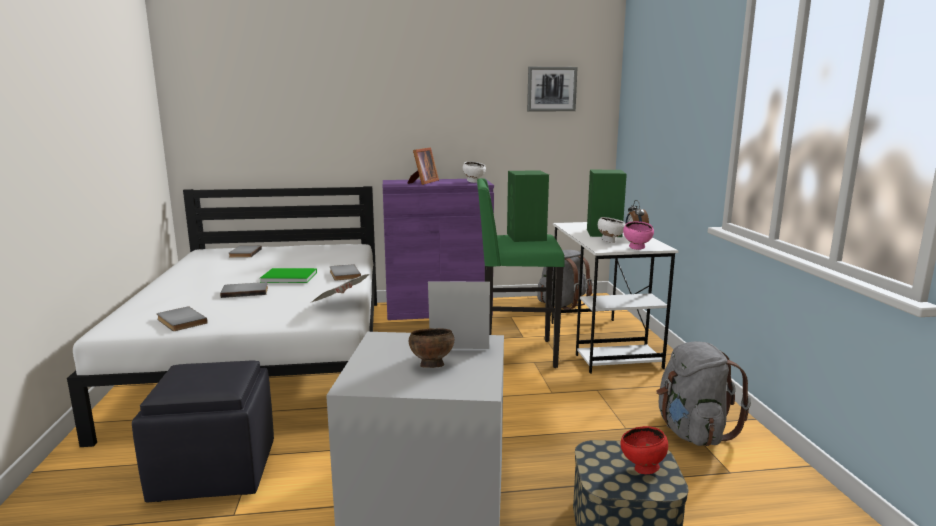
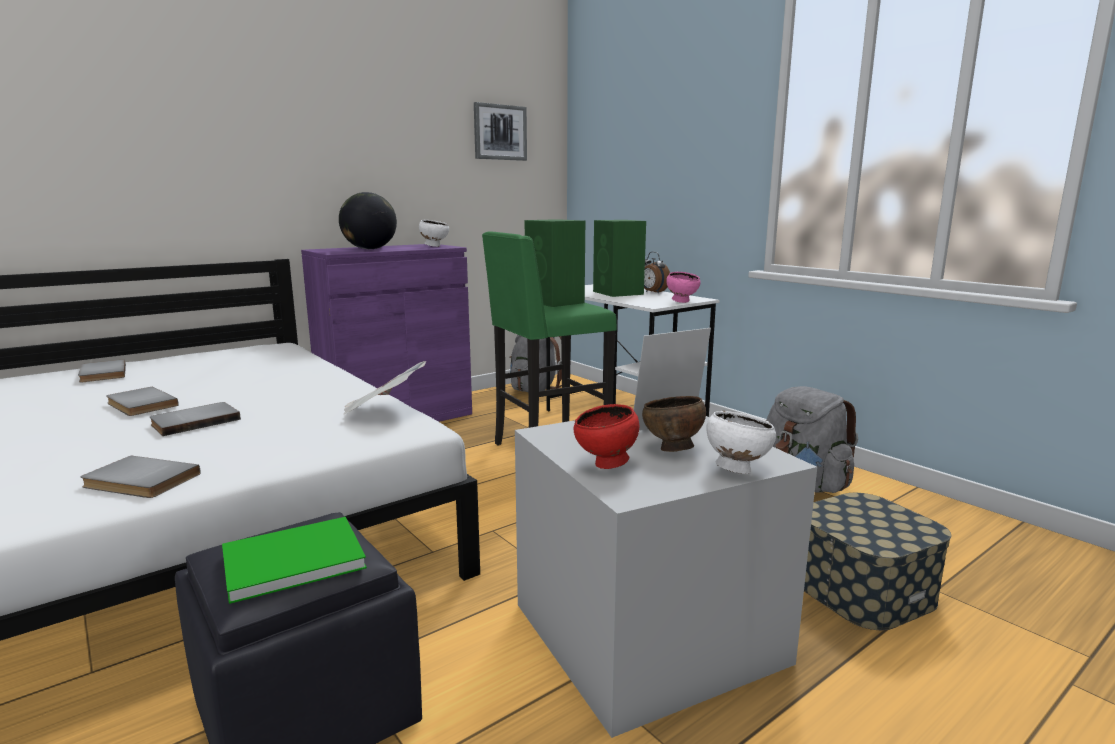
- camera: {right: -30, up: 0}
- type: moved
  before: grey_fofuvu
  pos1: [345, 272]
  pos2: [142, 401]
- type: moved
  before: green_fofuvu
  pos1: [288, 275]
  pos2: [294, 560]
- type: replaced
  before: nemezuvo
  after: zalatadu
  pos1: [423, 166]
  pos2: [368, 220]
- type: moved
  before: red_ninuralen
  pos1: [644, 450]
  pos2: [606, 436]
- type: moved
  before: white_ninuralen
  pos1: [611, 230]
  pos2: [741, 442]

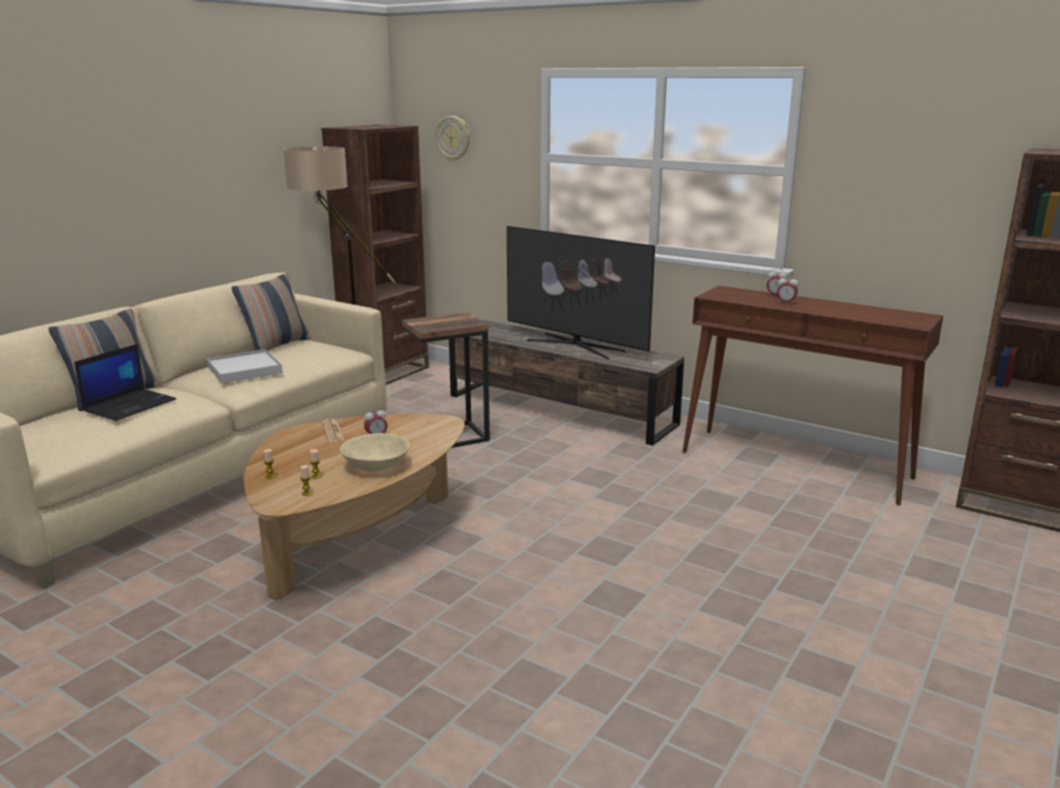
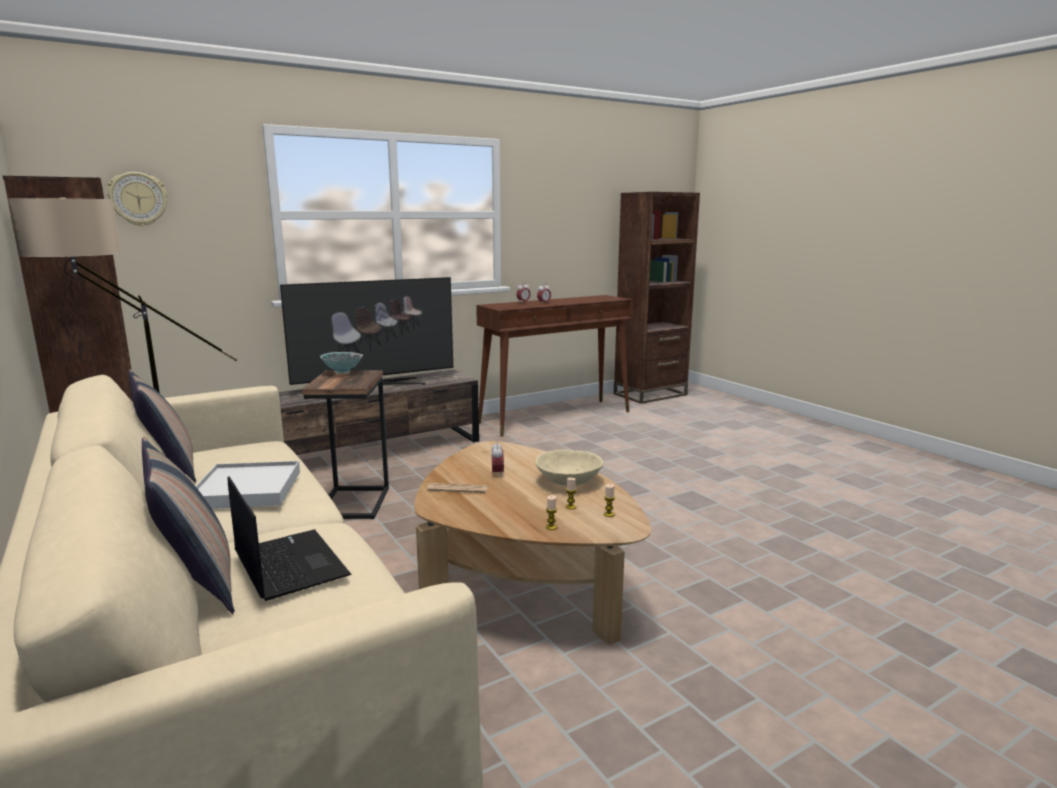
- camera: {right: -65, up: -5}
- type: added
  after: ninuralen
  pos2: [341, 363]

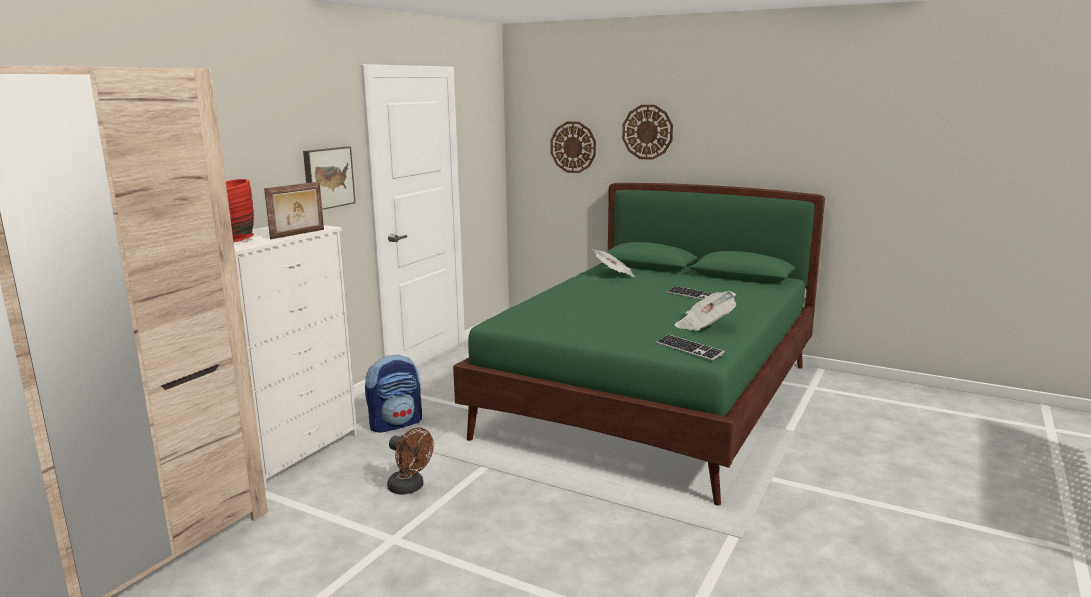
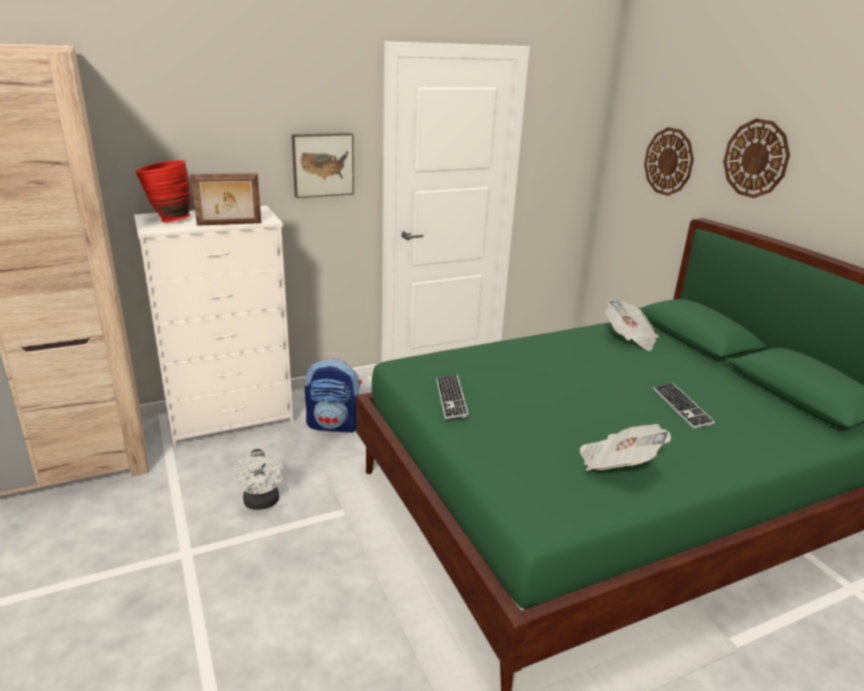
- camera: {right: 35, up: 10}
- type: recoloured
  before: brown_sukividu
  after: white_sukividu
  pos1: [410, 461]
  pos2: [259, 479]
- type: moved
  before: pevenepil
  pos1: [690, 347]
  pos2: [452, 397]

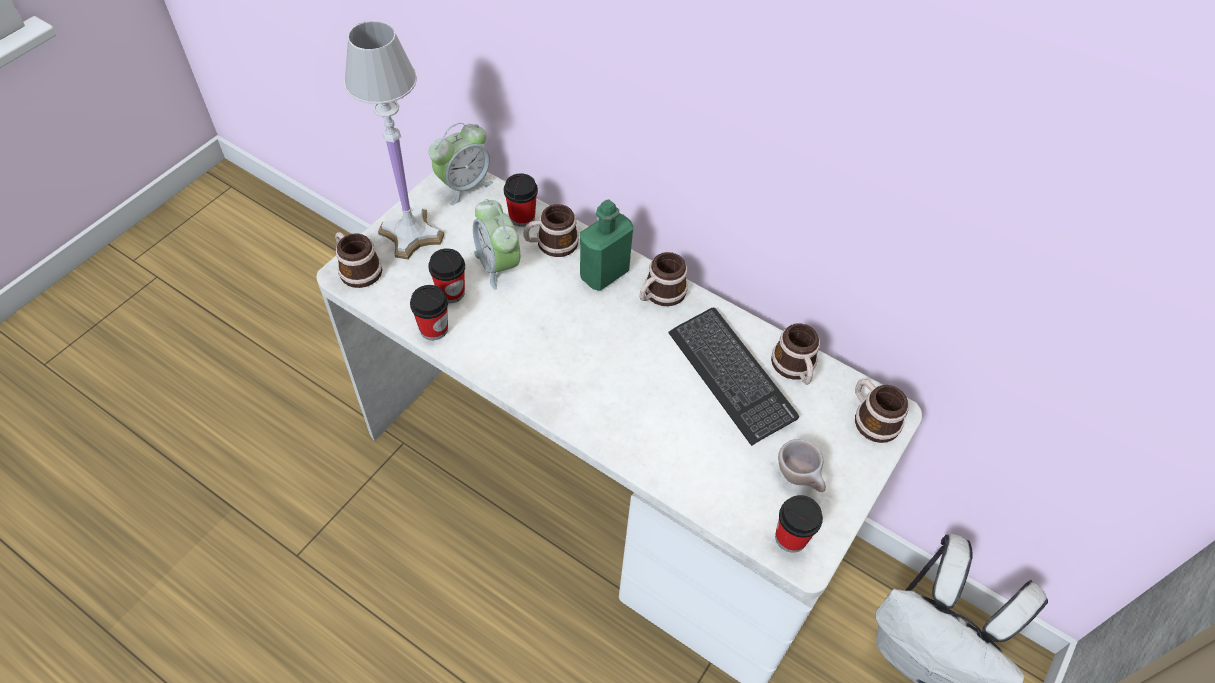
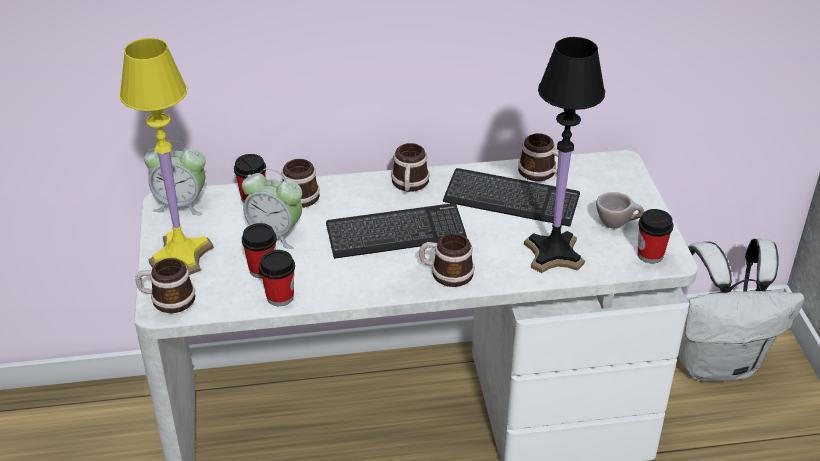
- camera: {right: -40, up: -15}
- type: recoloured
  before: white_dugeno
  after: yellow_dugeno
  pos1: [394, 140]
  pos2: [166, 156]
- type: turned
  before: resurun
  pos1: [461, 164]
  pos2: [174, 177]
  turn: 90
- type: added
  after: pevenepil
  pos2: [396, 231]
- type: moved
  before: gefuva
  pos1: [882, 411]
  pos2: [446, 260]
- type: added
  after: black_dugeno
  pos2: [564, 155]
- type: removed
  before: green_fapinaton
  pos1: [606, 245]

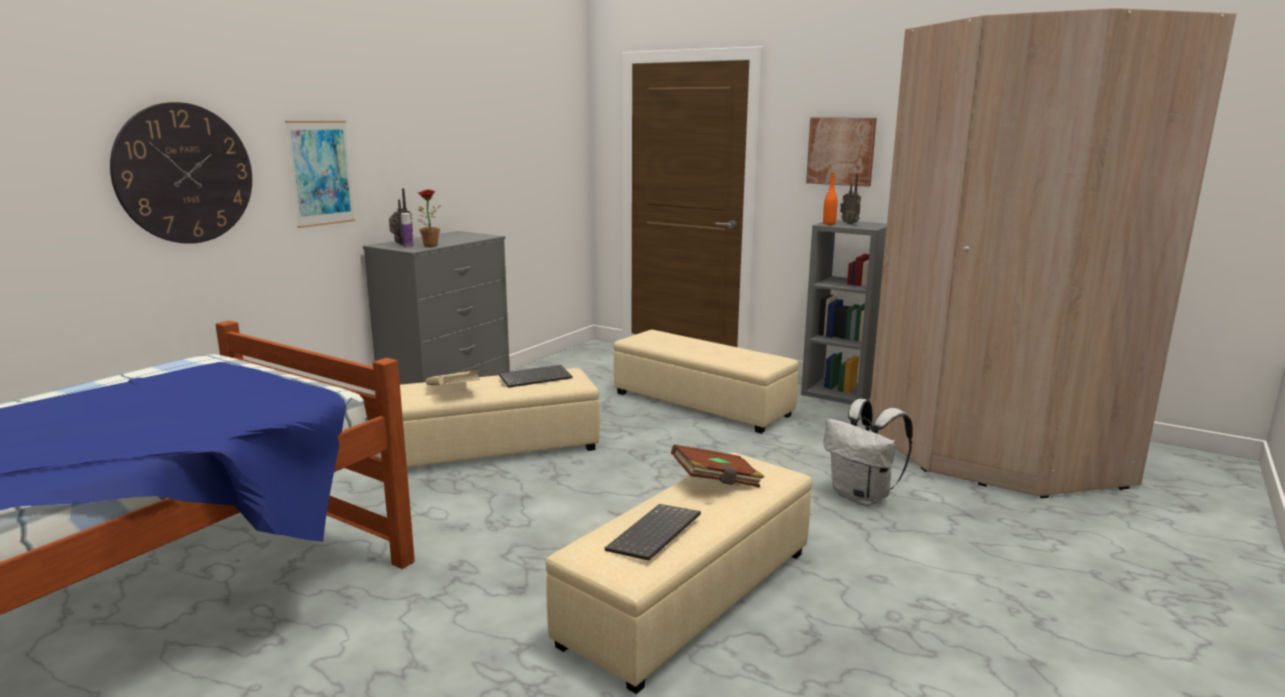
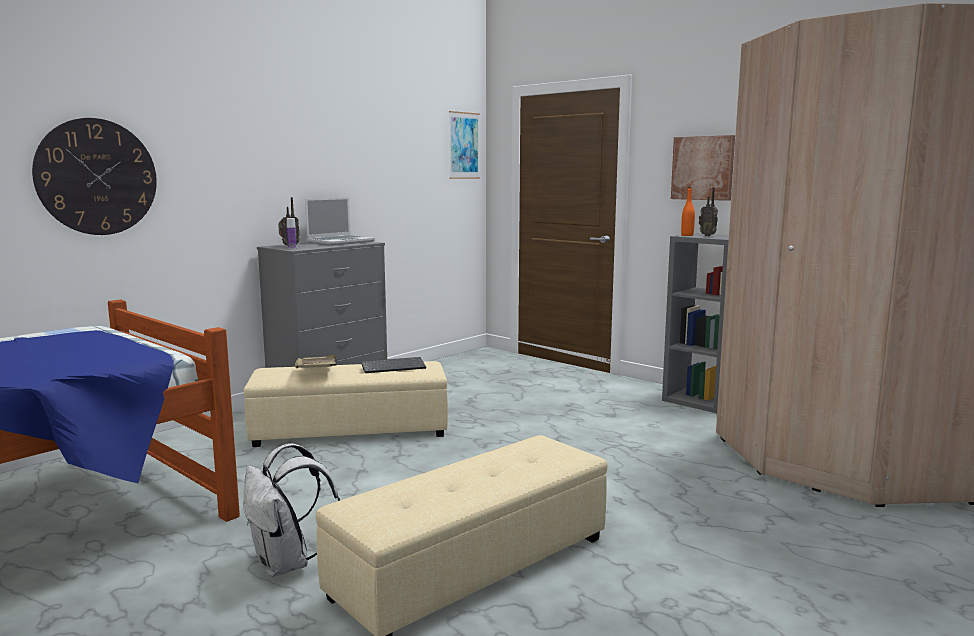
- camera: {right: 10, up: -5}
- type: moved
  before: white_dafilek
  pos1: [868, 452]
  pos2: [291, 510]
- type: added
  after: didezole
  pos2: [340, 221]
- type: moved
  before: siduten
  pos1: [320, 174]
  pos2: [464, 145]
- type: removed
  before: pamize
  pos1: [429, 218]
- type: removed
  before: pevenepil
  pos1: [653, 532]
- type: removed
  before: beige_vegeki
  pos1: [706, 381]
- type: removed
  before: brown_fofuvu
  pos1: [717, 466]

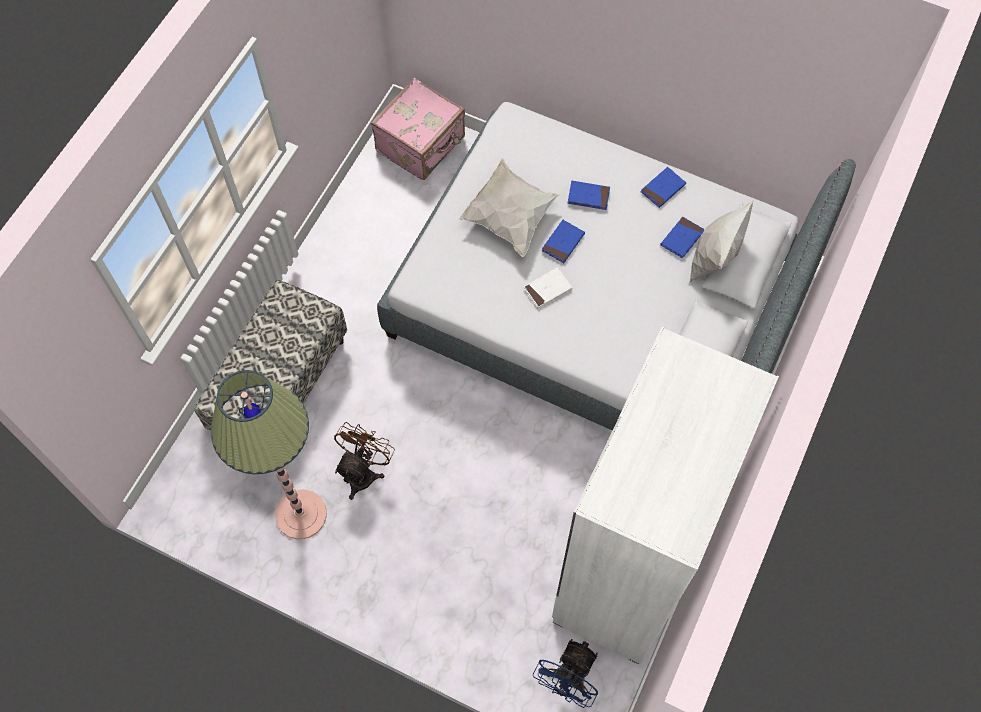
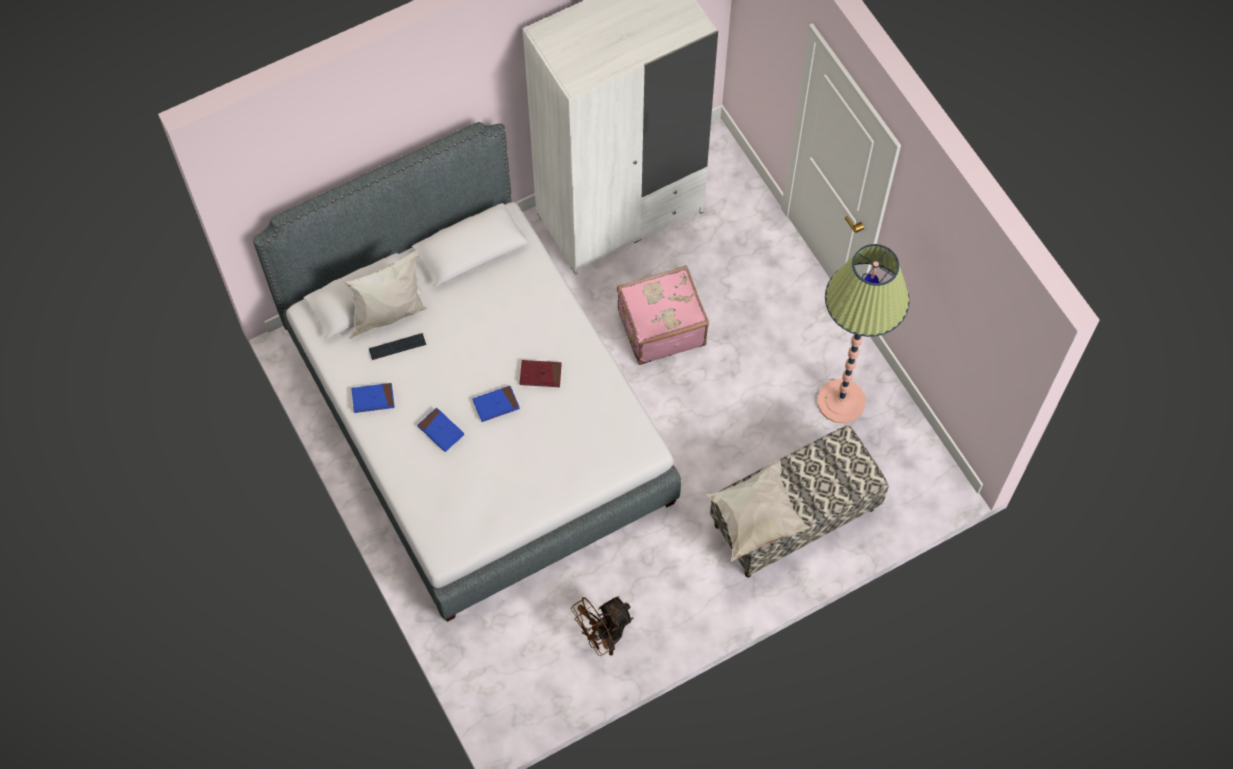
- camera: {right: -145, up: 0}
- type: replaced
  before: blue_fofuvu
  after: pevenepil
  pos1: [682, 237]
  pos2: [397, 346]
- type: recoloured
  before: white_fofuvu
  after: red_fofuvu
  pos1: [547, 288]
  pos2: [541, 373]
- type: moved
  before: brown_sukividu
  pos1: [364, 461]
  pos2: [602, 626]
- type: moved
  before: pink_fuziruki
  pos1: [418, 129]
  pos2: [663, 315]
- type: moved
  before: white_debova
  pos1: [510, 207]
  pos2: [758, 510]
- type: removed
  before: blue_sukividu
  pos1: [565, 673]

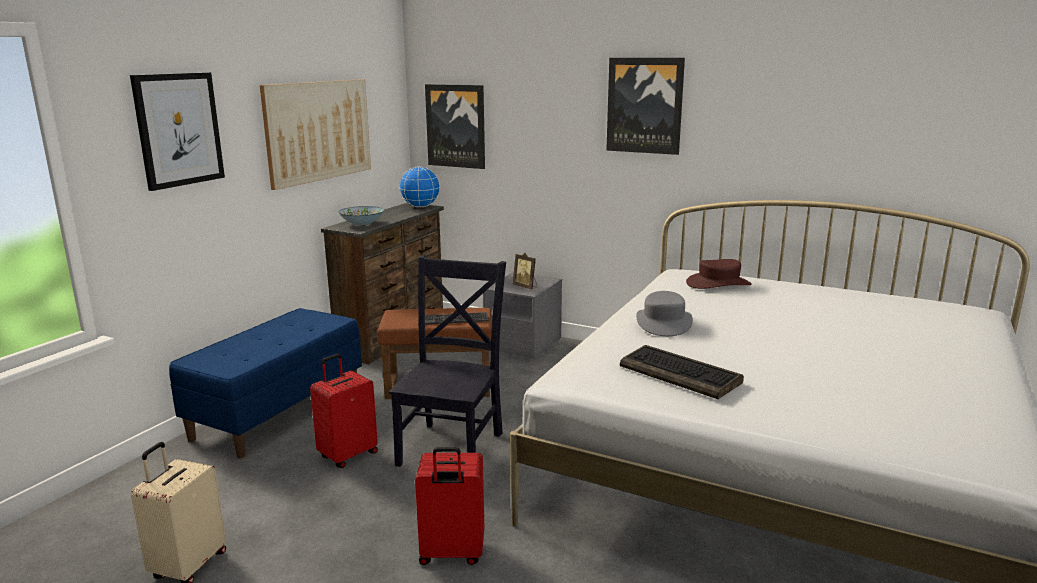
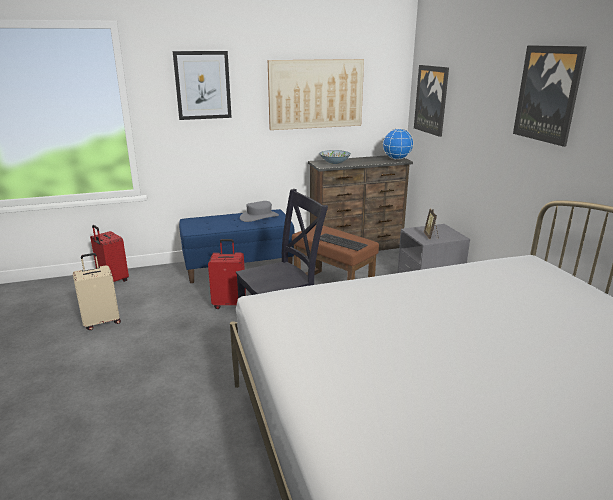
- camera: {right: 45, up: 5}
- type: moved
  before: red_fuziruki
  pos1: [449, 506]
  pos2: [109, 253]
- type: moved
  before: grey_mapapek
  pos1: [664, 313]
  pos2: [259, 211]
- type: removed
  before: pevenepil
  pos1: [682, 372]
- type: removed
  before: brown_mapapek
  pos1: [719, 274]

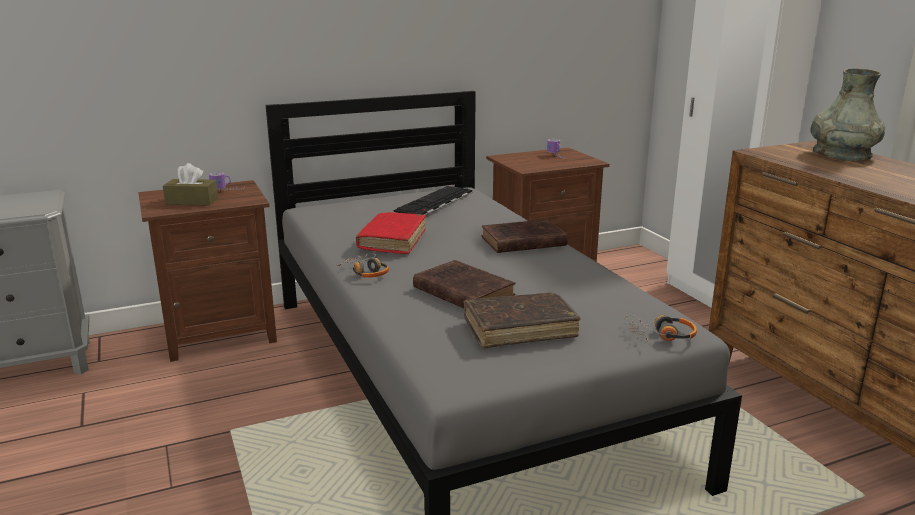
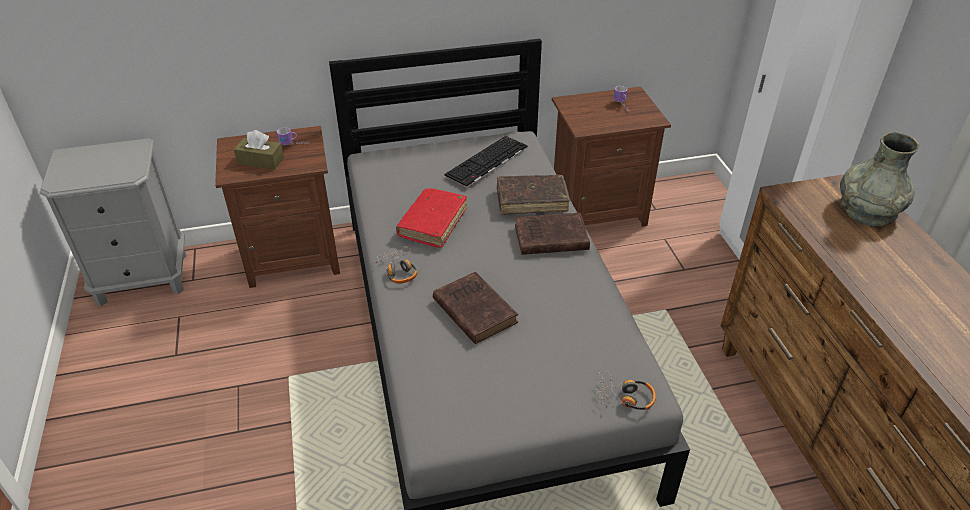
- camera: {right: 10, up: 20}
- type: moved
  before: brown_fofuvu
  pos1: [522, 320]
  pos2: [533, 195]

